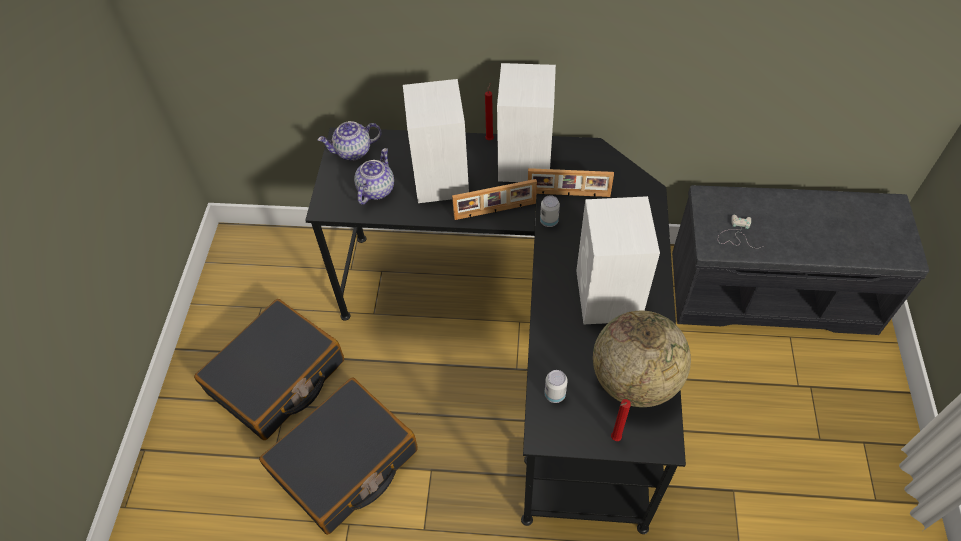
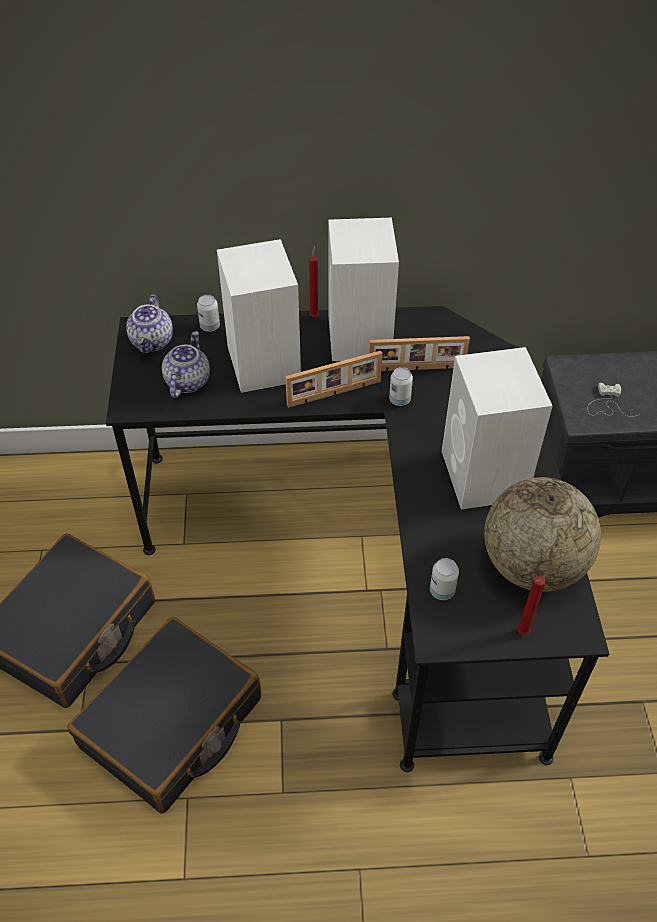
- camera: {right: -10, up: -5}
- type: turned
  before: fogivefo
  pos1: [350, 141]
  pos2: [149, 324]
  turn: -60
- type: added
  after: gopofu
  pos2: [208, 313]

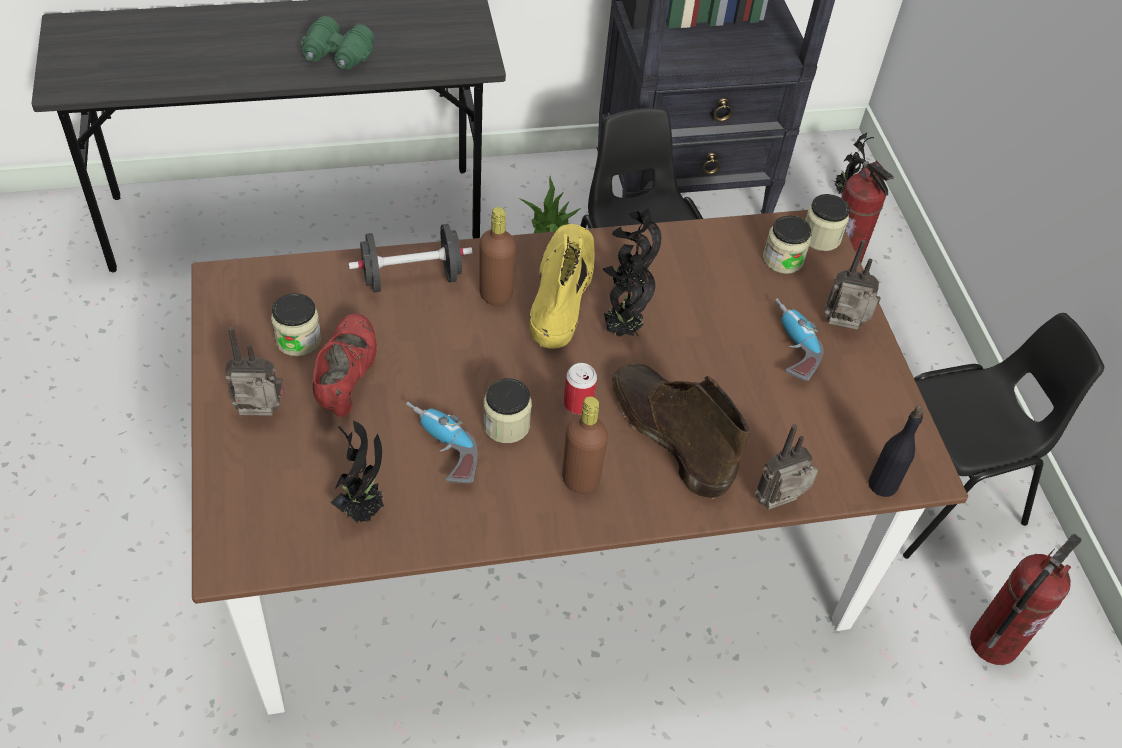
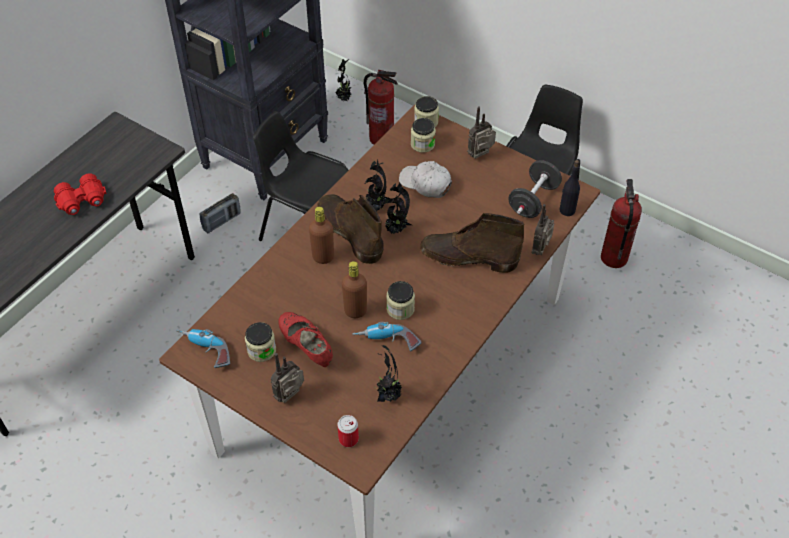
- camera: {right: -40, up: 0}
- type: recoloured
  before: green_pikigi
  after: red_pikigi
  pos1: [337, 42]
  pos2: [80, 194]
- type: moved
  before: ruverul
  pos1: [799, 339]
  pos2: [203, 348]
- type: replaced
  before: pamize
  after: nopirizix
  pos1: [550, 204]
  pos2: [220, 213]
- type: recoloured
  before: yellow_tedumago
  after: brown_tedumago
  pos1: [561, 286]
  pos2: [350, 229]
- type: moved
  before: gopofu
  pos1: [580, 388]
  pos2: [348, 431]
- type: moved
  before: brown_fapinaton
  pos1: [585, 445]
  pos2: [354, 289]
- type: added
  after: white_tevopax
  pos2: [425, 179]
- type: moved
  before: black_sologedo
  pos1: [410, 258]
  pos2: [535, 189]

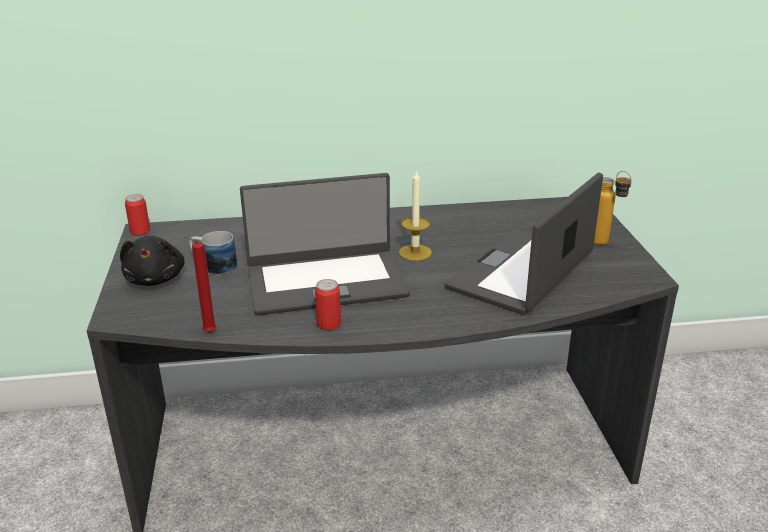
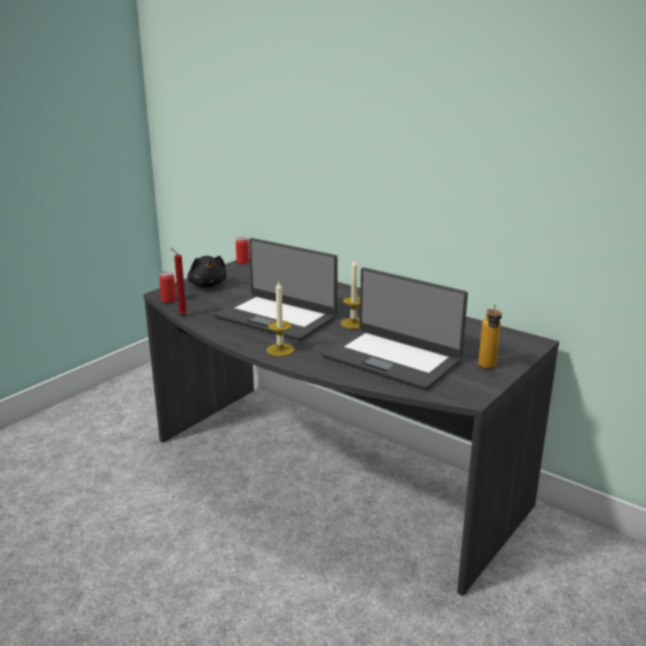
- camera: {right: 45, up: -5}
- type: moved
  before: gopofu
  pos1: [328, 304]
  pos2: [167, 287]
- type: turned
  before: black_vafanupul
  pos1: [152, 261]
  pos2: [206, 271]
  turn: -60
- type: added
  after: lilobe
  pos2: [280, 318]
- type: turned
  before: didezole
  pos1: [524, 244]
  pos2: [395, 329]
  turn: -135
- type: removed
  before: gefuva
  pos1: [213, 253]

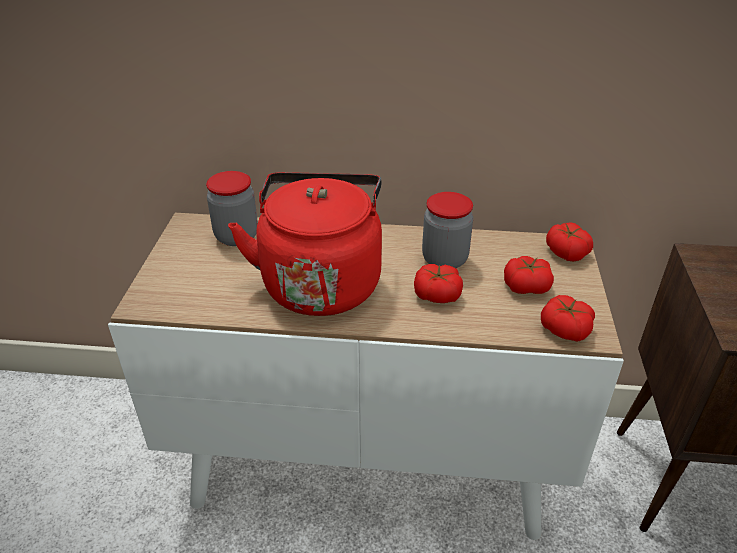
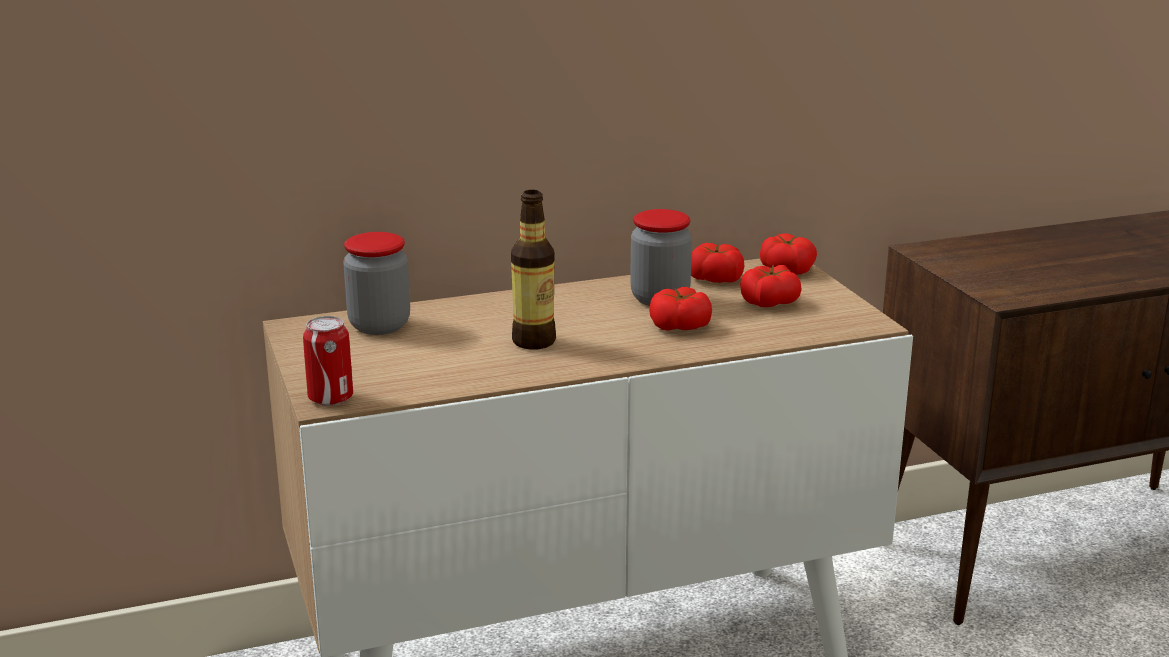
- camera: {right: -25, up: -15}
- type: added
  after: gopofu
  pos2: [328, 361]
- type: replaced
  before: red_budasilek
  after: fapinaton
  pos1: [305, 244]
  pos2: [533, 270]
- type: moved
  before: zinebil
  pos1: [568, 318]
  pos2: [717, 263]

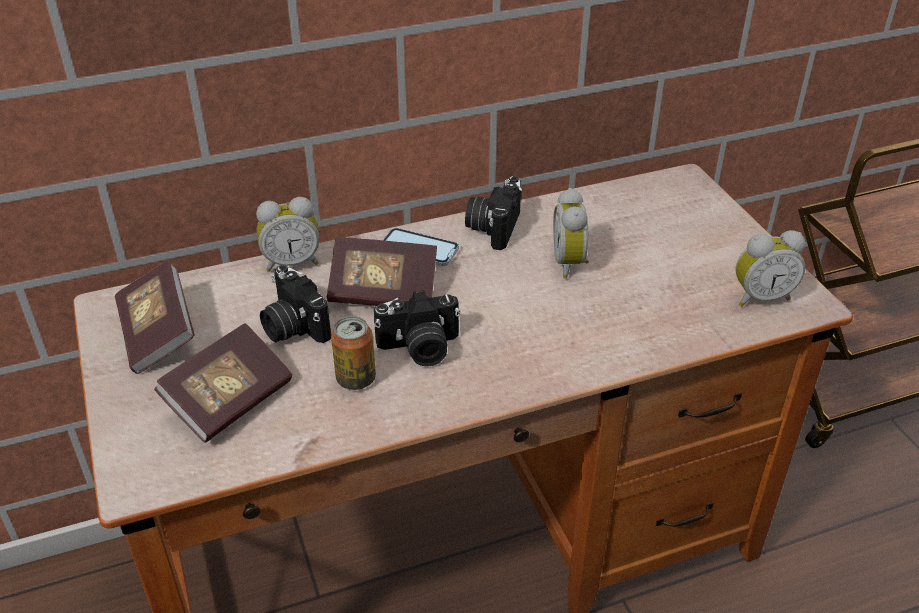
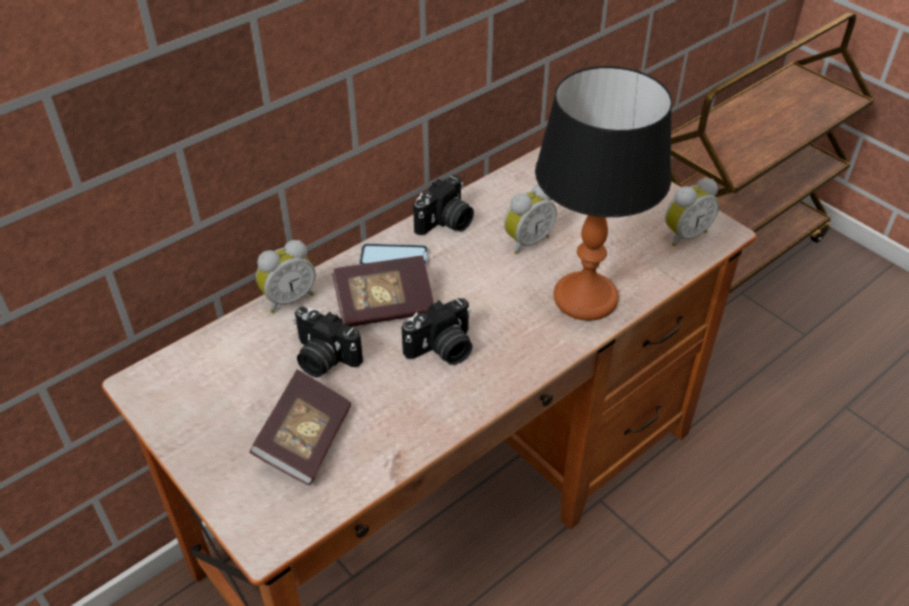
- camera: {right: -20, up: 5}
- type: turned
  before: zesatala
  pos1: [493, 213]
  pos2: [443, 205]
  turn: -135
- type: turned
  before: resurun
  pos1: [571, 233]
  pos2: [530, 219]
  turn: -105
- type: added
  after: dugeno
  pos2: [603, 193]
- type: removed
  before: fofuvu
  pos1: [155, 317]
- type: removed
  before: gopofu
  pos1: [353, 353]

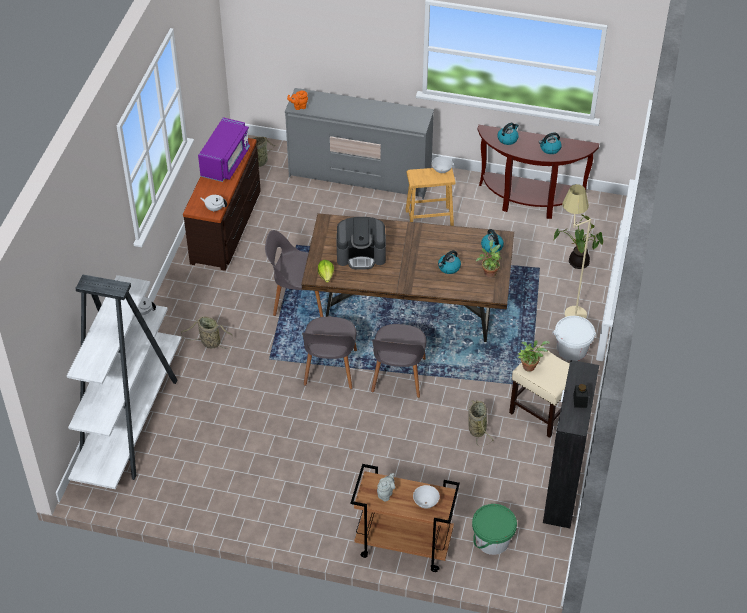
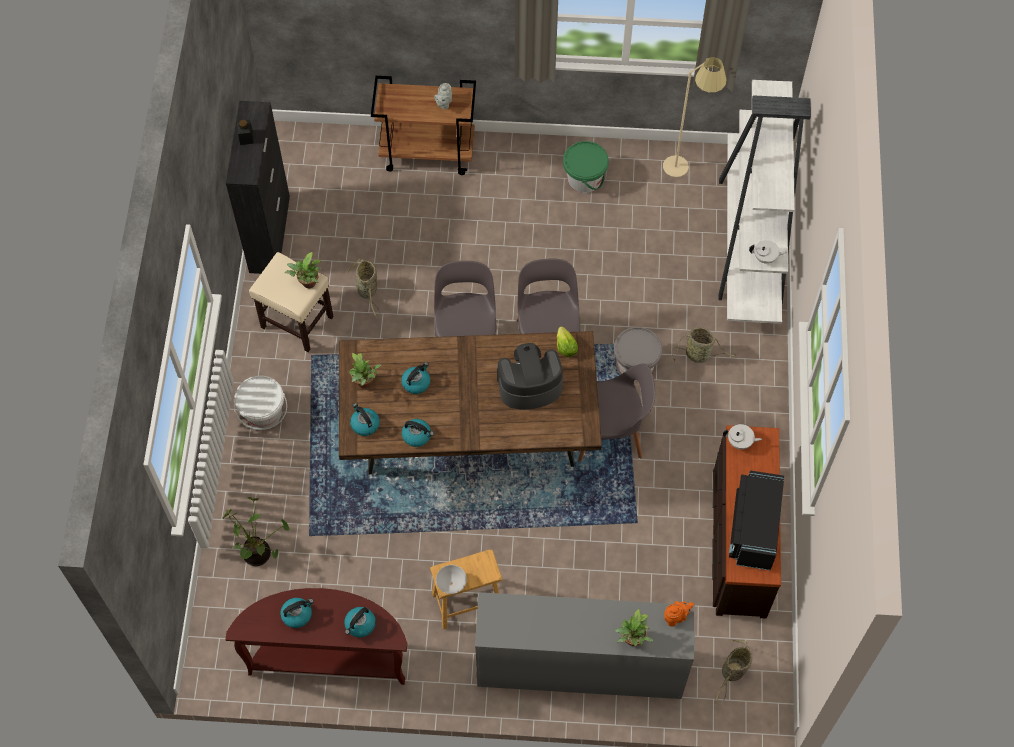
- camera: {right: 170, up: 15}
- type: added
  after: budasilek
  pos2: [418, 433]
- type: moved
  before: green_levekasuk
  pos1: [494, 529]
  pos2: [586, 167]
- type: added
  after: grey_levekasuk
  pos2: [638, 351]
- type: added
  after: pamize
  pos2: [633, 627]
- type: moved
  before: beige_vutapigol
  pos1: [576, 251]
  pos2: [694, 117]
- type: recoloured
  before: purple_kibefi
  after: black_kibefi
  pos1: [224, 149]
  pos2: [756, 520]
- type: removed
  before: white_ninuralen
  pos1: [426, 497]

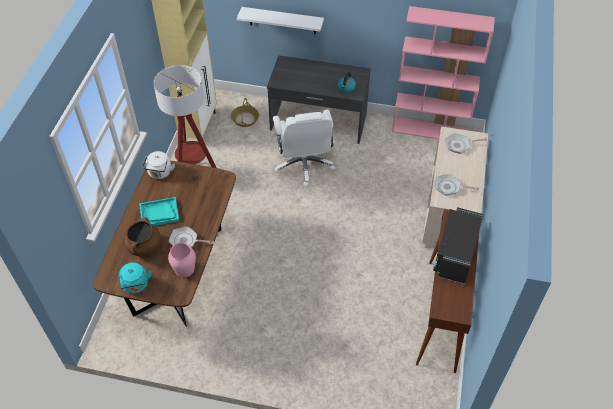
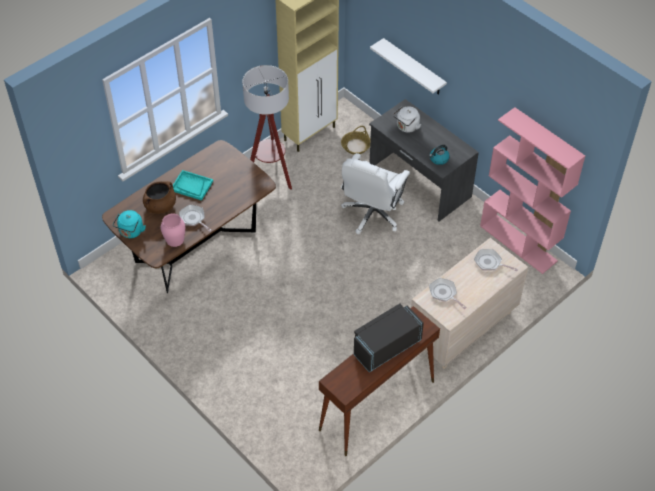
- camera: {right: 35, up: 0}
- type: moved
  before: white_budasilek
  pos1: [158, 165]
  pos2: [407, 119]

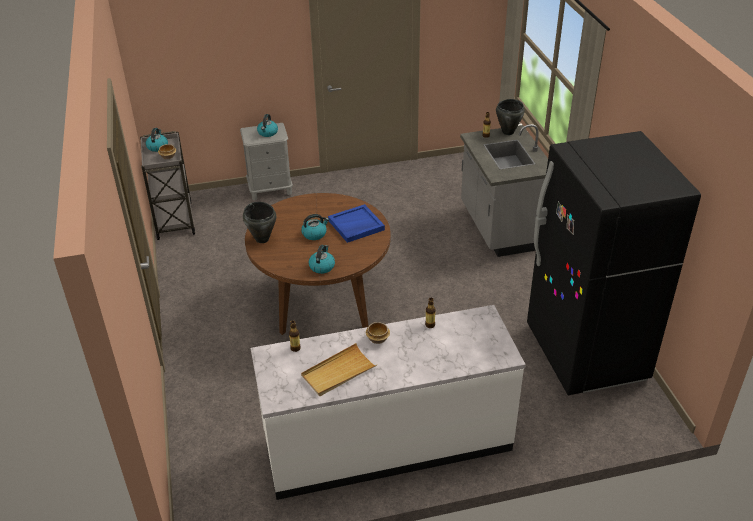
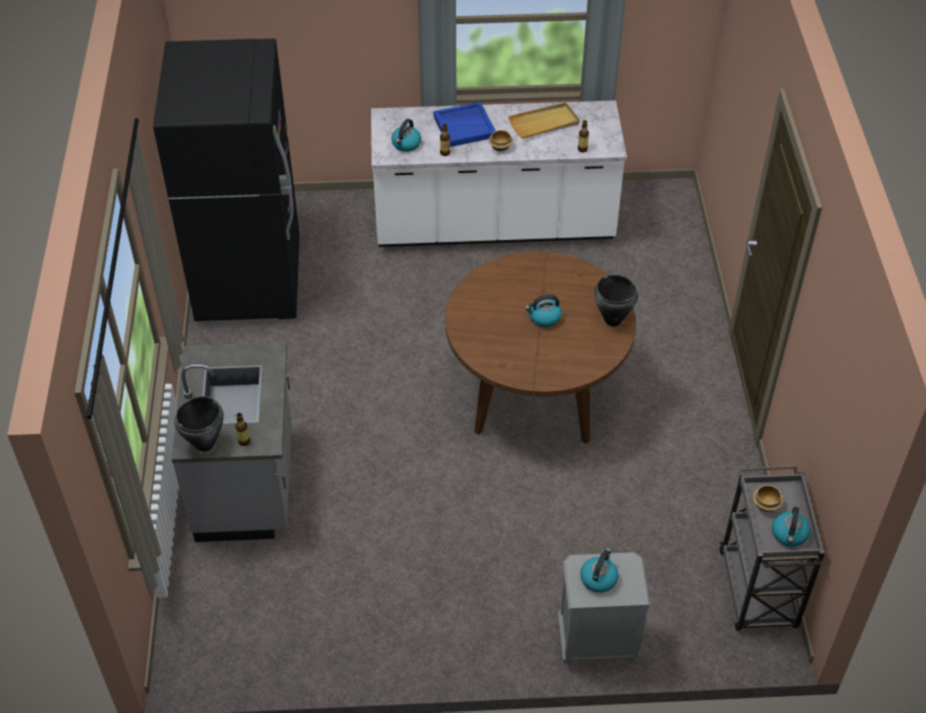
- camera: {right: -170, up: 10}
- type: moved
  before: budasilek
  pos1: [322, 259]
  pos2: [406, 135]
- type: moved
  before: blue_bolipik
  pos1: [356, 223]
  pos2: [465, 124]

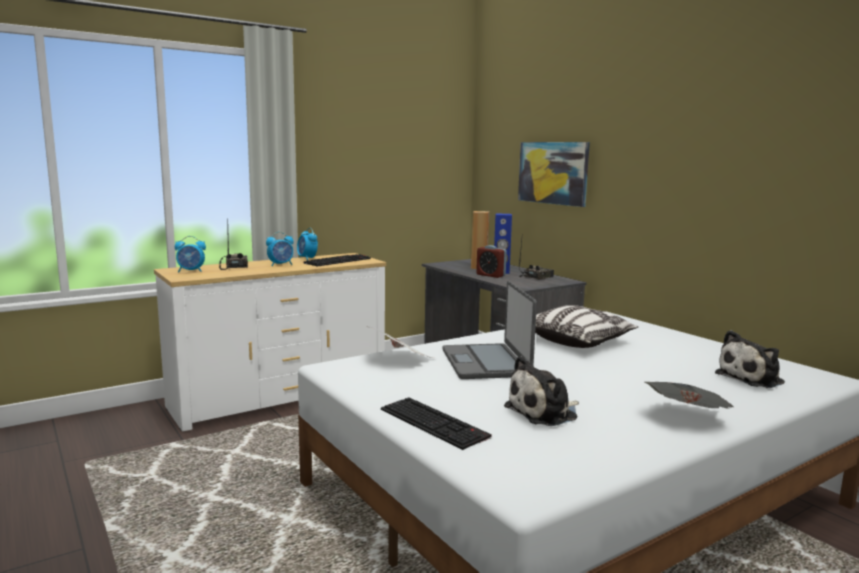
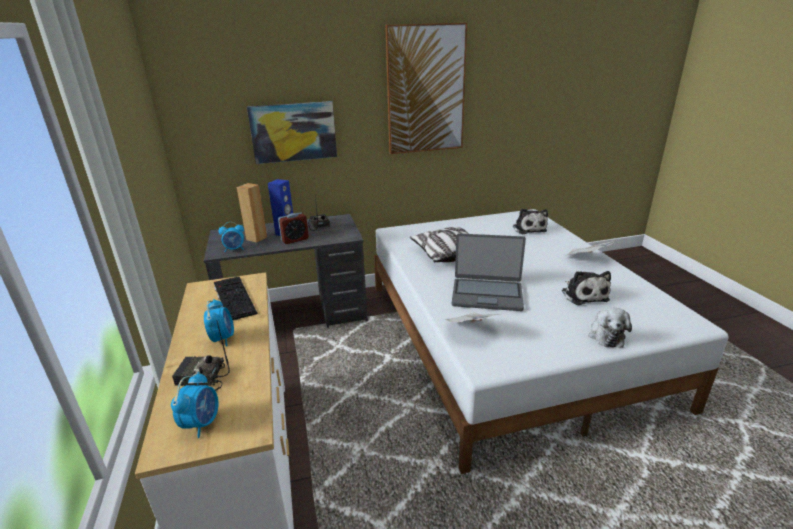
- camera: {right: -70, up: 15}
- type: moved
  before: resurun
  pos1: [307, 244]
  pos2: [231, 237]
- type: added
  after: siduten
  pos2: [426, 88]
- type: replaced
  before: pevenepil
  after: vafanupul
  pos1: [436, 424]
  pos2: [610, 328]

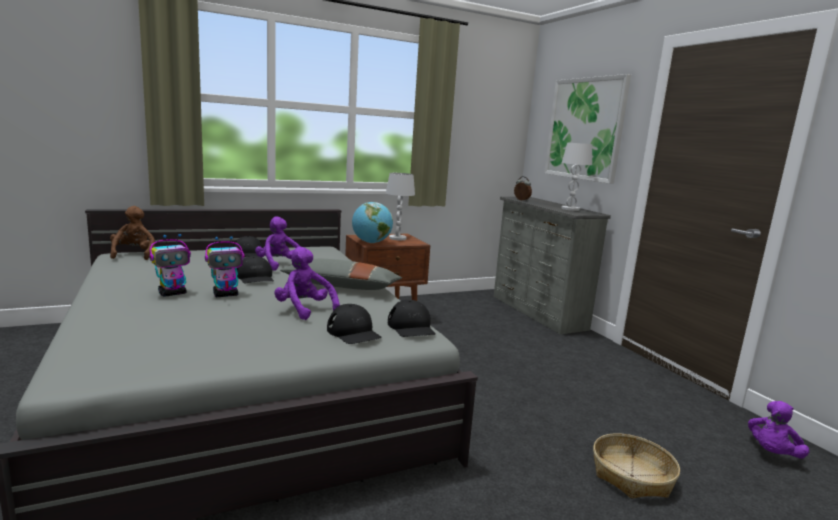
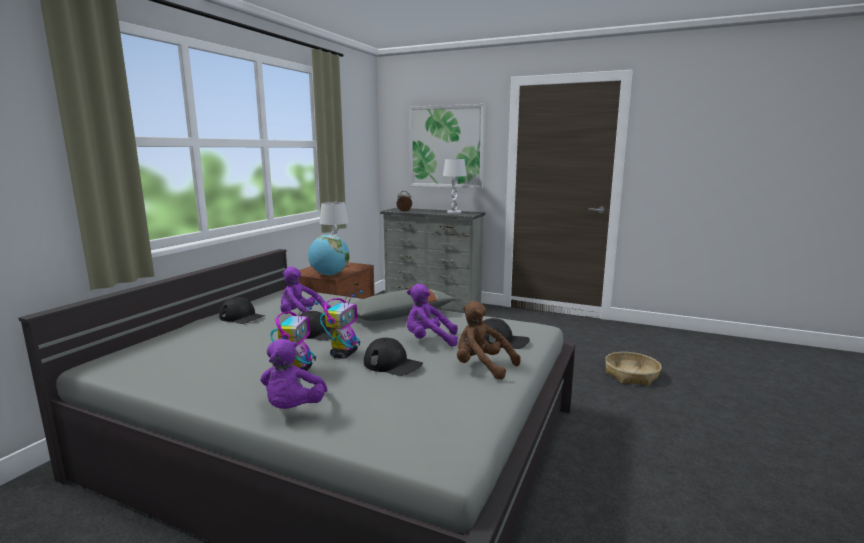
- camera: {right: -40, up: 0}
- type: moved
  before: purple_vafanupul
  pos1: [779, 430]
  pos2: [294, 374]
- type: moved
  before: black_tevopax
  pos1: [412, 318]
  pos2: [393, 357]
- type: moved
  before: brown_vafanupul
  pos1: [132, 233]
  pos2: [488, 340]

